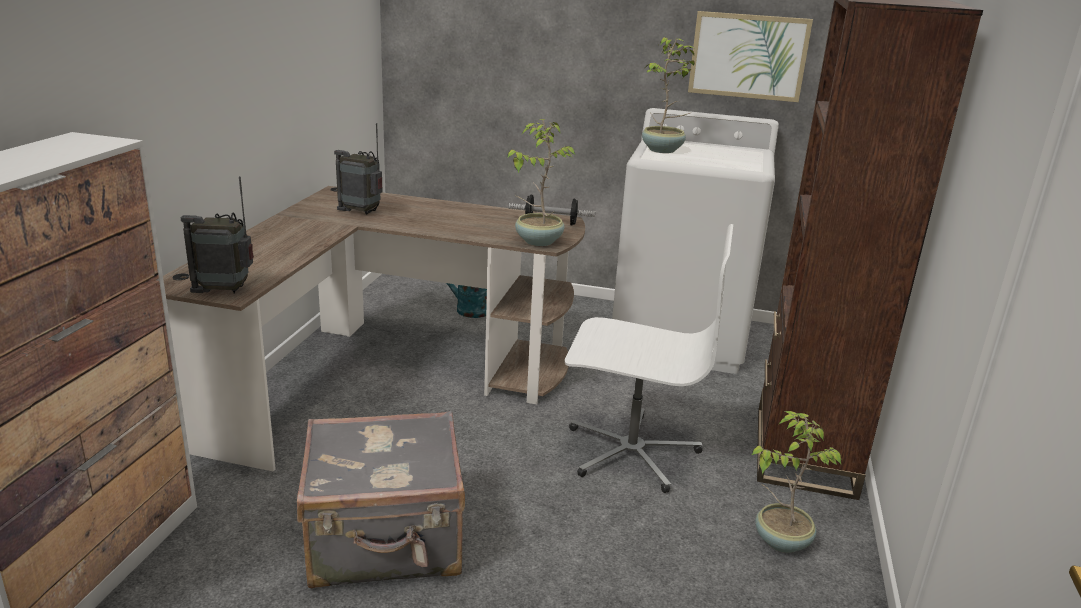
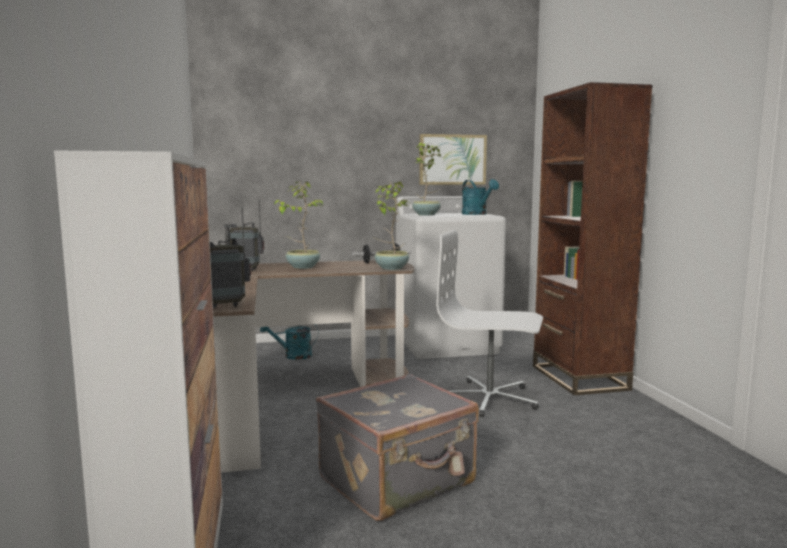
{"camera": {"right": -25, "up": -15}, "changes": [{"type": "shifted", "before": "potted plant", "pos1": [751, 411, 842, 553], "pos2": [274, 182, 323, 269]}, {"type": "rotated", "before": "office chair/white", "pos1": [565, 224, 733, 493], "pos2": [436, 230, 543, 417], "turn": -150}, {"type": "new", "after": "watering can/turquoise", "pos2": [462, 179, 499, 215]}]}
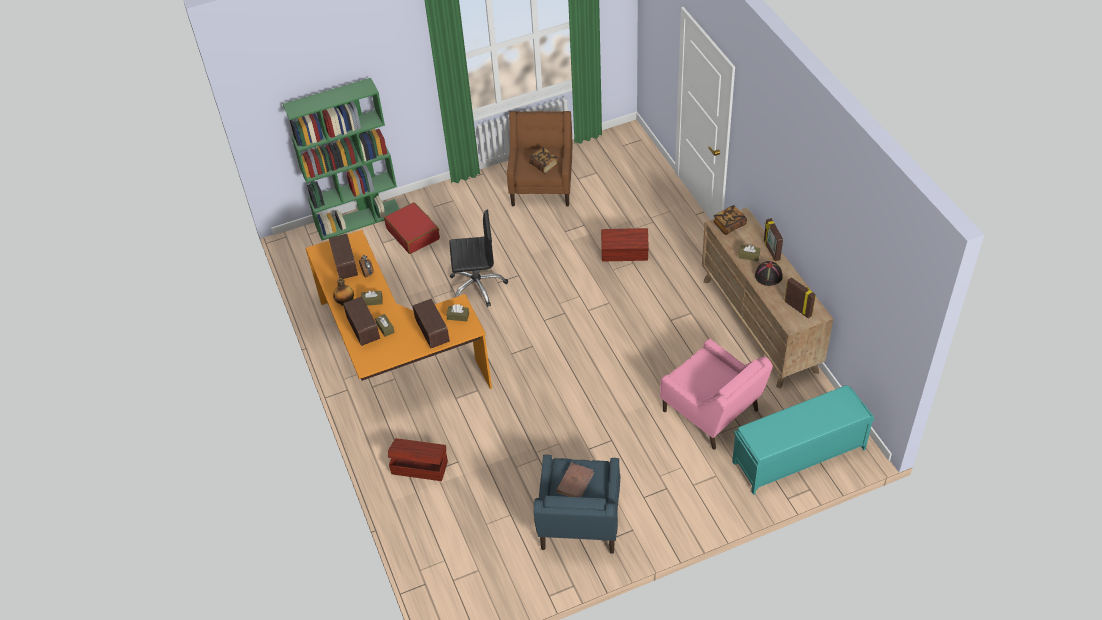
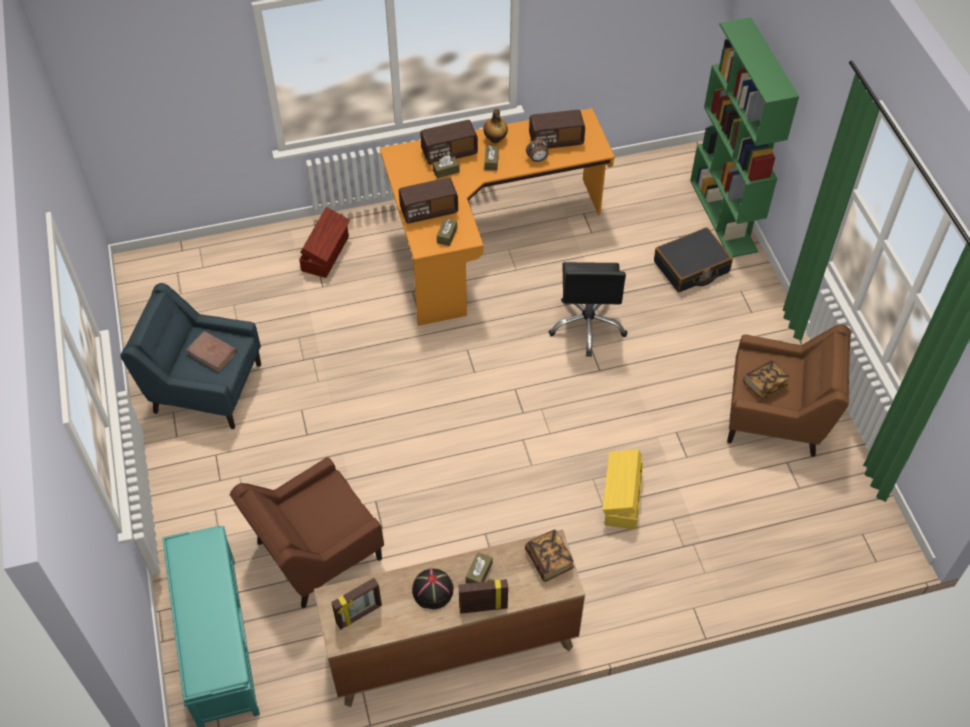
{"camera": {"right": 95, "up": 5}, "changes": [{"type": "repainted", "before": "armchair/pink", "after": "armchair/brown", "pos1": [660, 339, 773, 450], "pos2": [229, 457, 384, 608]}, {"type": "repainted", "before": "storage box/brown", "after": "storage box/yellow", "pos1": [601, 228, 648, 261], "pos2": [602, 449, 644, 530]}, {"type": "repainted", "before": "suitcase/red", "after": "suitcase/black", "pos1": [384, 202, 440, 254], "pos2": [654, 227, 733, 292]}]}
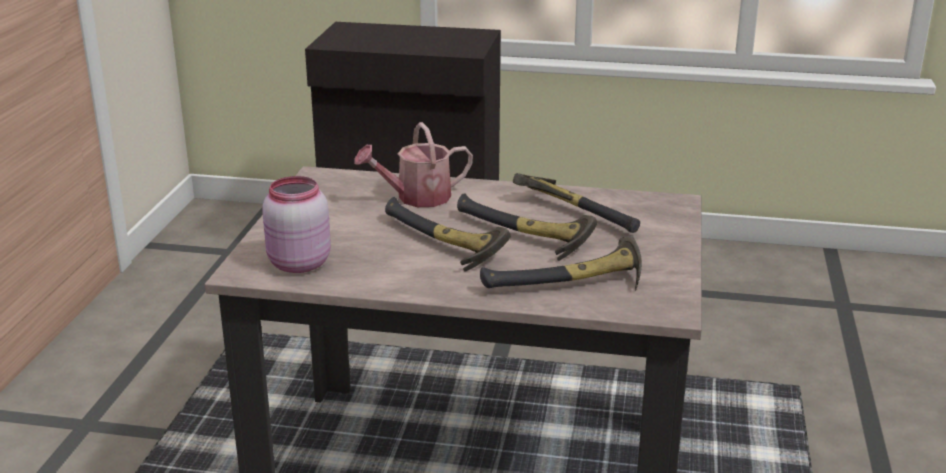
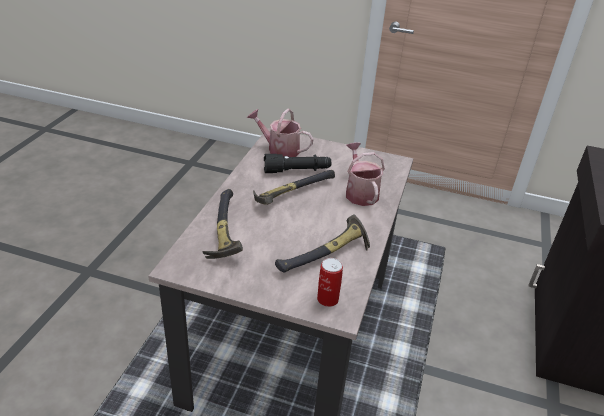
{"camera": {"right": 95, "up": 10}, "changes": [{"type": "swapped", "before": "jar/pink", "after": "watering can", "pos1": [262, 176, 331, 273], "pos2": [247, 108, 314, 157]}, {"type": "new", "after": "flashlight/black", "pos2": [264, 154, 331, 173]}, {"type": "new", "after": "can", "pos2": [317, 258, 343, 307]}, {"type": "gone", "before": "hammer", "pos1": [457, 193, 597, 261]}]}
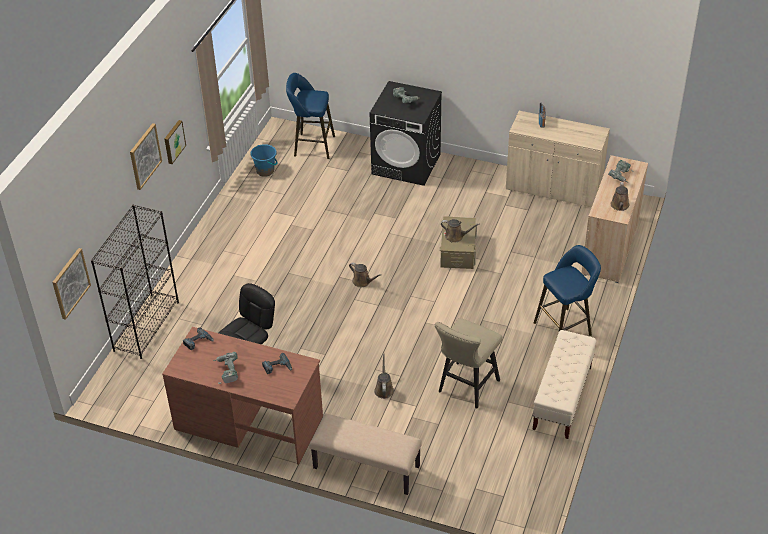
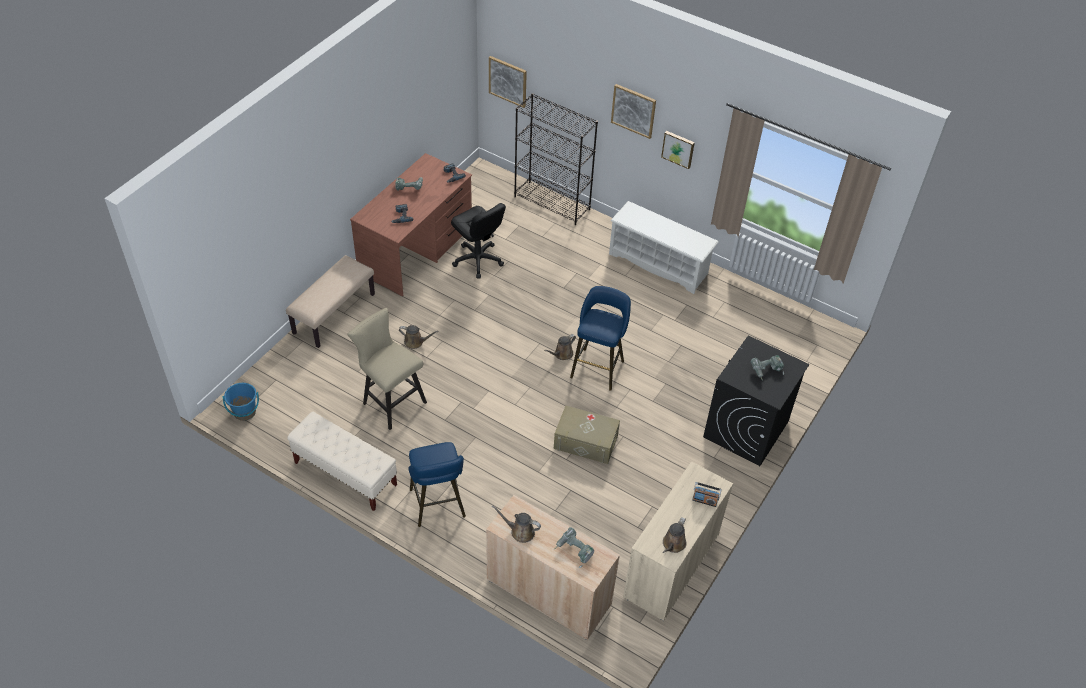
{"camera": {"right": 100, "up": 5}, "changes": [{"type": "shifted", "before": "bucket/blue", "pos1": [250, 144, 277, 177], "pos2": [223, 383, 259, 421]}, {"type": "shifted", "before": "stool/blue", "pos1": [286, 73, 335, 159], "pos2": [570, 286, 631, 391]}, {"type": "new", "after": "shoe rack/white", "pos2": [609, 201, 719, 294]}, {"type": "shifted", "before": "watering can/brown", "pos1": [441, 219, 480, 243], "pos2": [663, 517, 686, 553]}]}
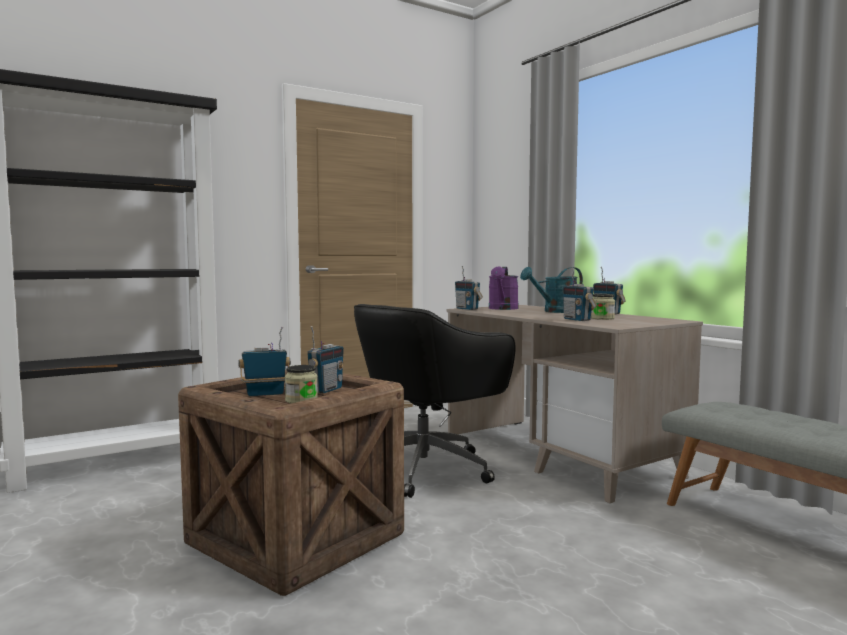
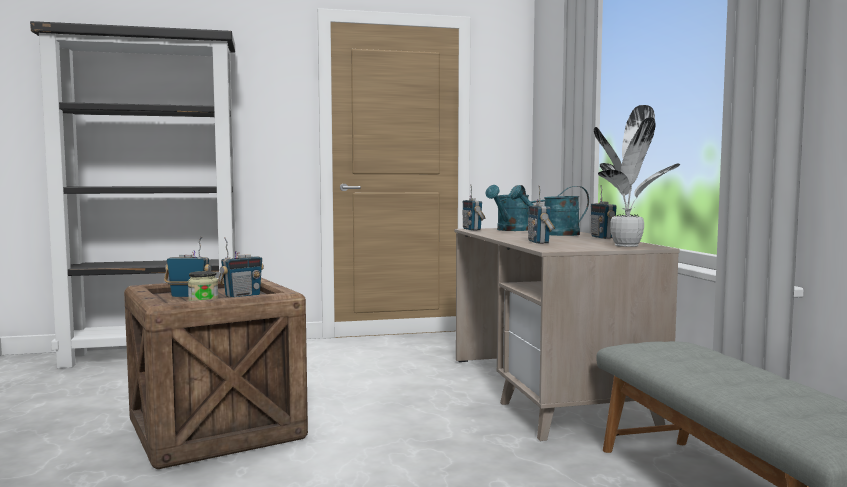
{"camera": {"right": 20, "up": 0}, "changes": [{"type": "repainted", "before": "watering can/purple", "after": "watering can/turquoise", "pos1": [489, 266, 519, 310], "pos2": [486, 185, 529, 231]}, {"type": "new", "after": "potted plant", "pos2": [594, 105, 680, 247]}, {"type": "gone", "before": "office chair/black", "pos1": [354, 304, 516, 498]}, {"type": "gone", "before": "jar", "pos1": [591, 294, 615, 320]}]}
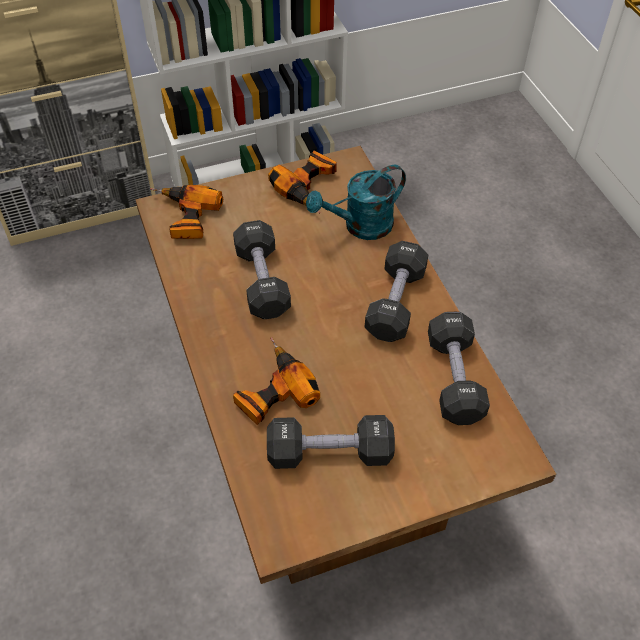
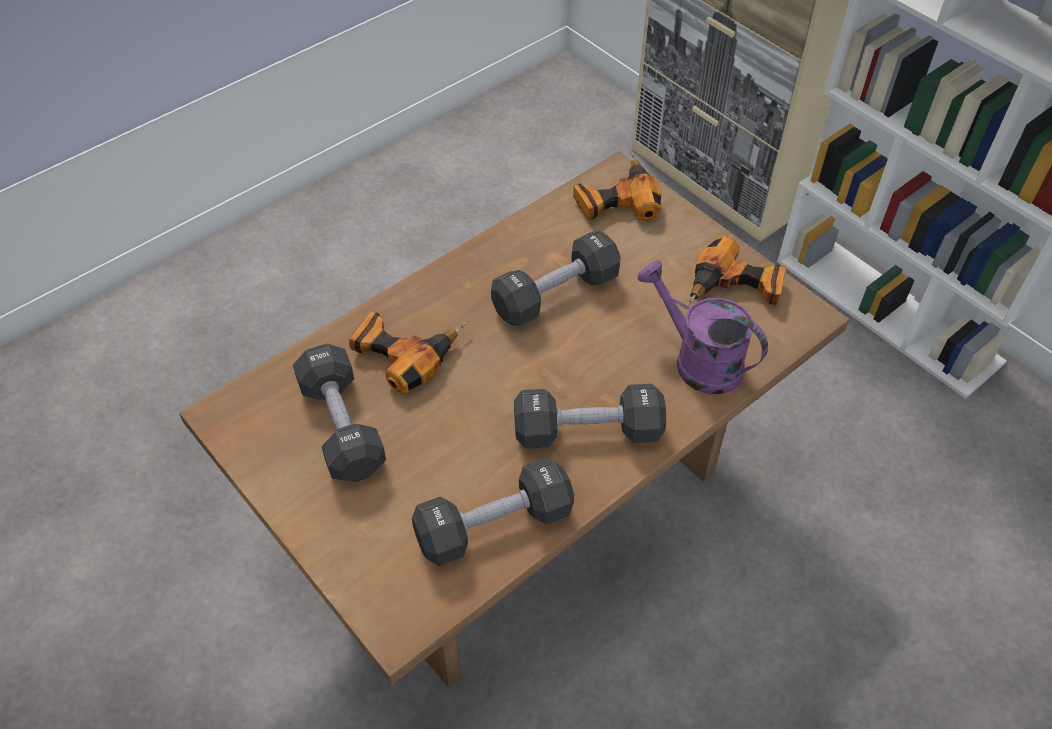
{"camera": {"right": 70, "up": 0}, "changes": [{"type": "repainted", "before": "watering can/turquoise", "after": "watering can/purple", "pos1": [306, 165, 406, 240], "pos2": [637, 260, 768, 394]}]}
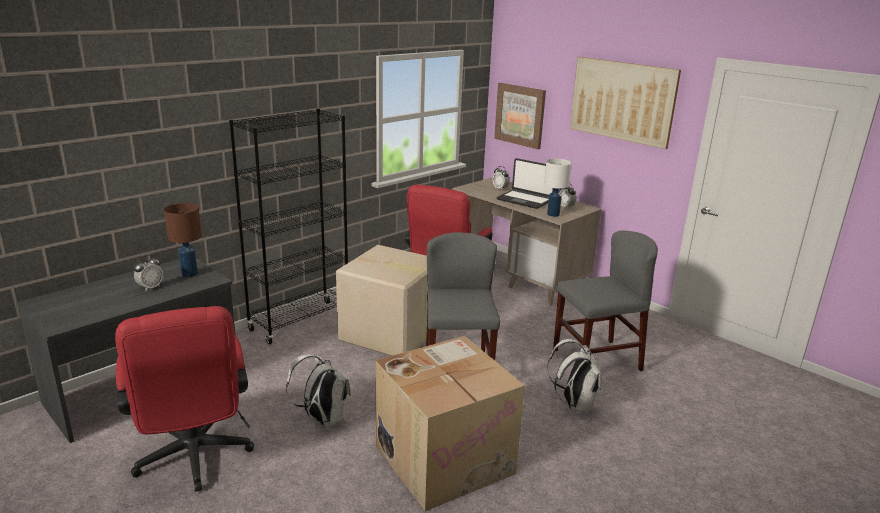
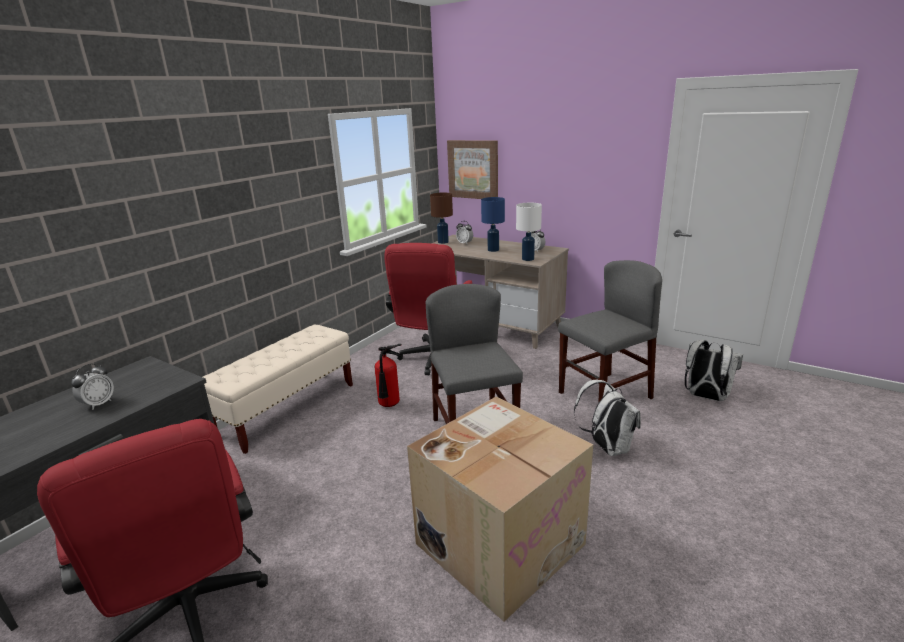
{"camera": {"right": -10, "up": 0}, "changes": [{"type": "swapped", "before": "bookcase/black", "after": "bench/beige", "pos1": [229, 108, 348, 344], "pos2": [203, 325, 353, 454]}, {"type": "swapped", "before": "cardboard box", "after": "fire extinguisher", "pos1": [336, 245, 428, 356], "pos2": [375, 344, 403, 407]}, {"type": "shifted", "before": "table lamp/brown", "pos1": [164, 203, 202, 277], "pos2": [430, 193, 453, 244]}, {"type": "swapped", "before": "laptop", "after": "table lamp/blue", "pos1": [497, 158, 554, 209], "pos2": [481, 197, 505, 252]}, {"type": "shifted", "before": "backpack/white", "pos1": [286, 354, 351, 427], "pos2": [685, 340, 743, 401]}, {"type": "gone", "before": "picture", "pos1": [570, 57, 681, 149]}]}
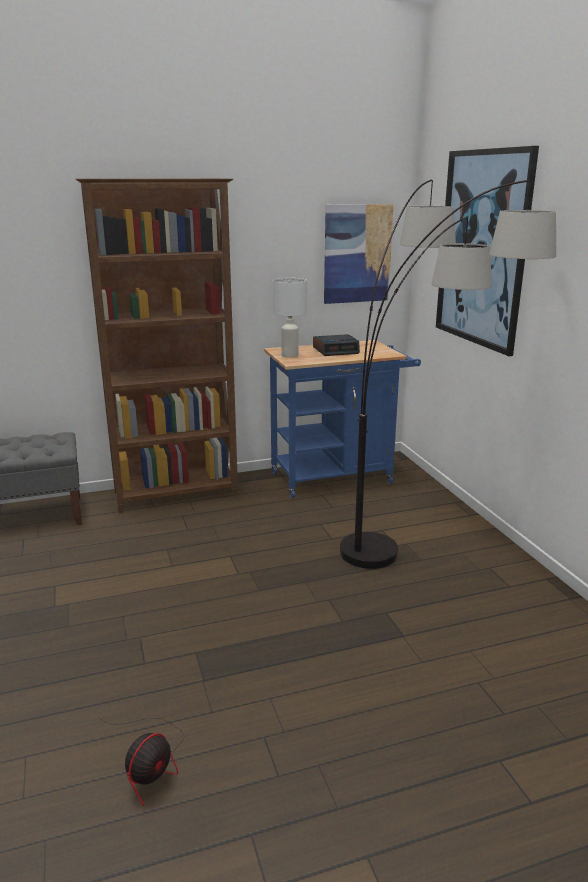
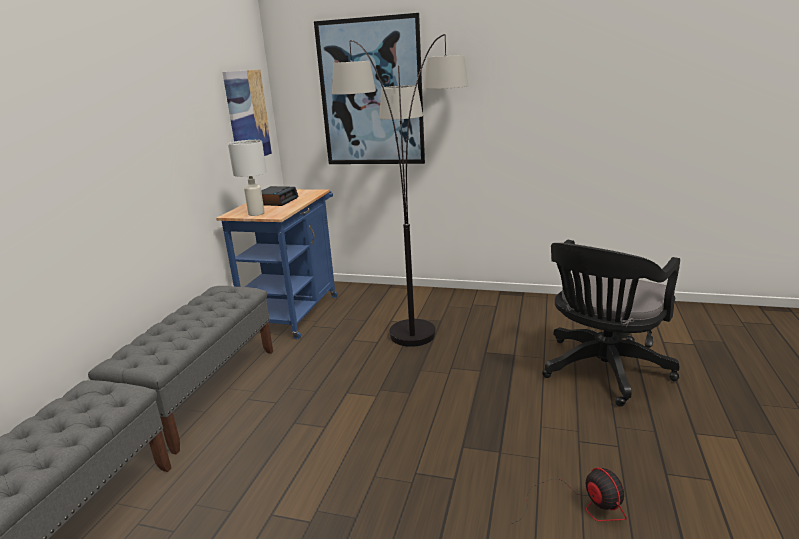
{"camera": {"right": -55, "up": 0}, "changes": [{"type": "swapped", "before": "bookcase/brown", "after": "bench/grey", "pos1": [75, 178, 238, 513], "pos2": [88, 286, 273, 454]}, {"type": "new", "after": "office chair/black", "pos2": [542, 240, 680, 407]}]}
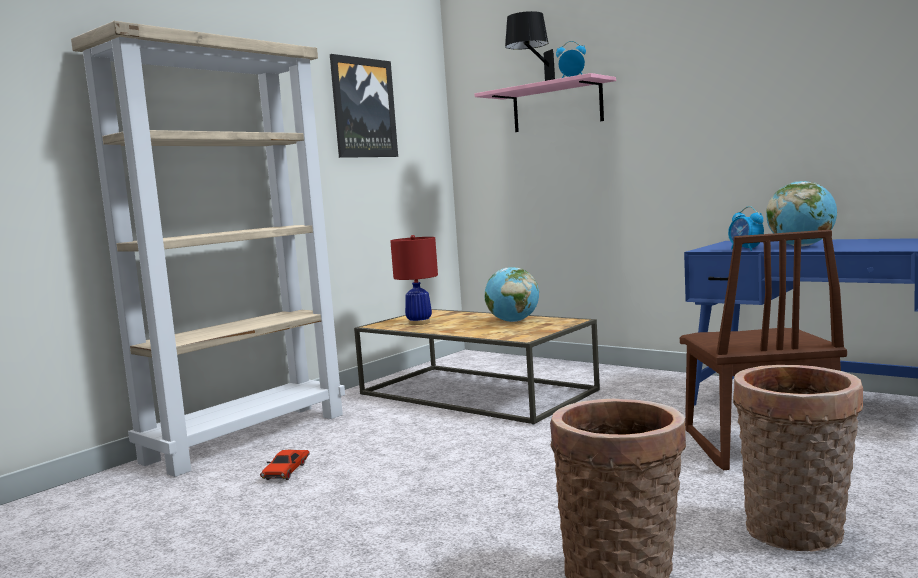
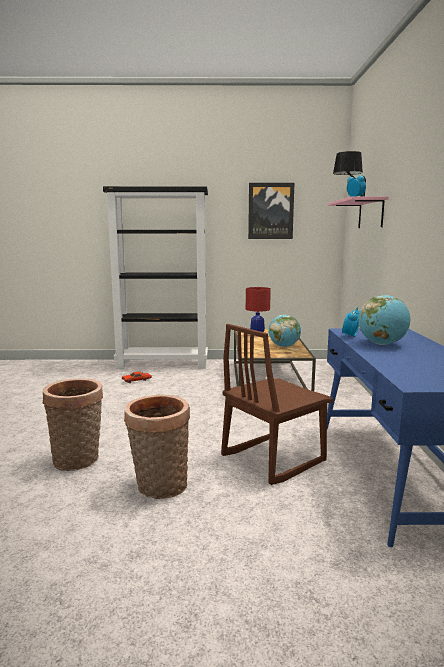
{"camera": {"right": 50, "up": 5}, "changes": [{"type": "repainted", "before": "bookcase/beige", "after": "bookcase/black", "pos1": [71, 21, 345, 477], "pos2": [103, 186, 208, 369]}]}
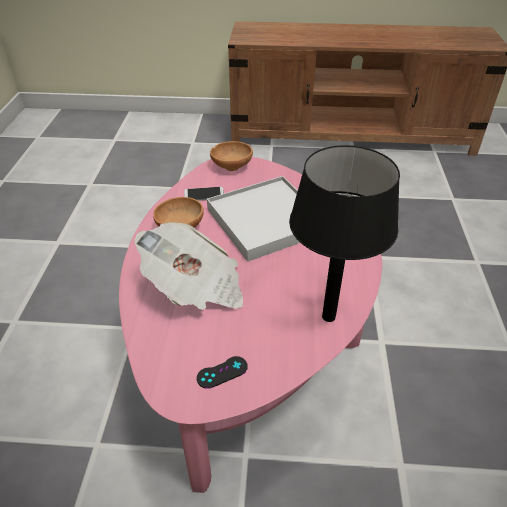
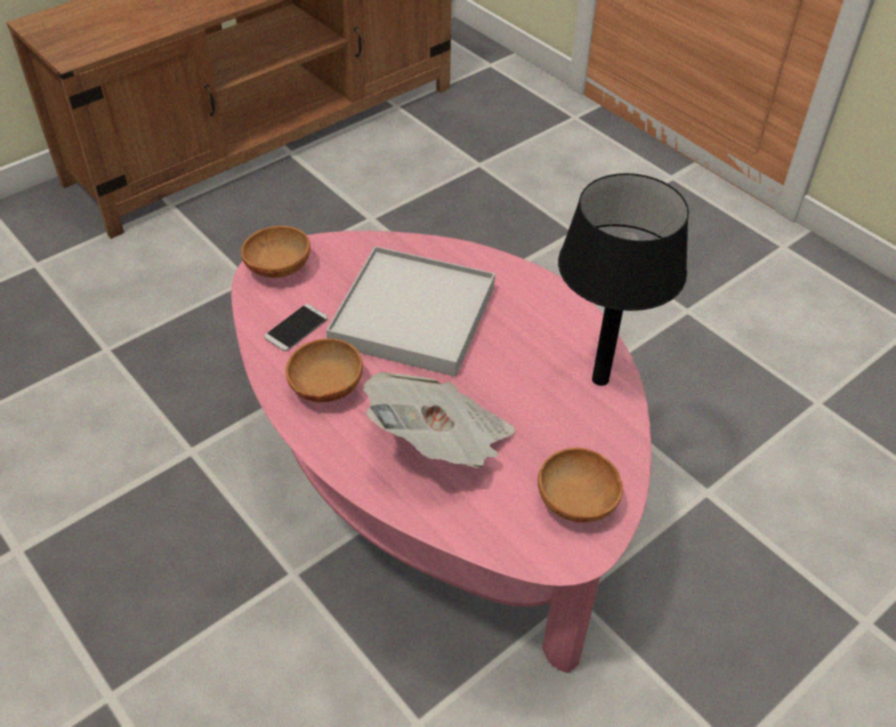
{"camera": {"right": -45, "up": 5}, "changes": [{"type": "swapped", "before": "game controller/black", "after": "bowl/brown", "pos1": [197, 356, 248, 389], "pos2": [538, 448, 623, 522]}]}
